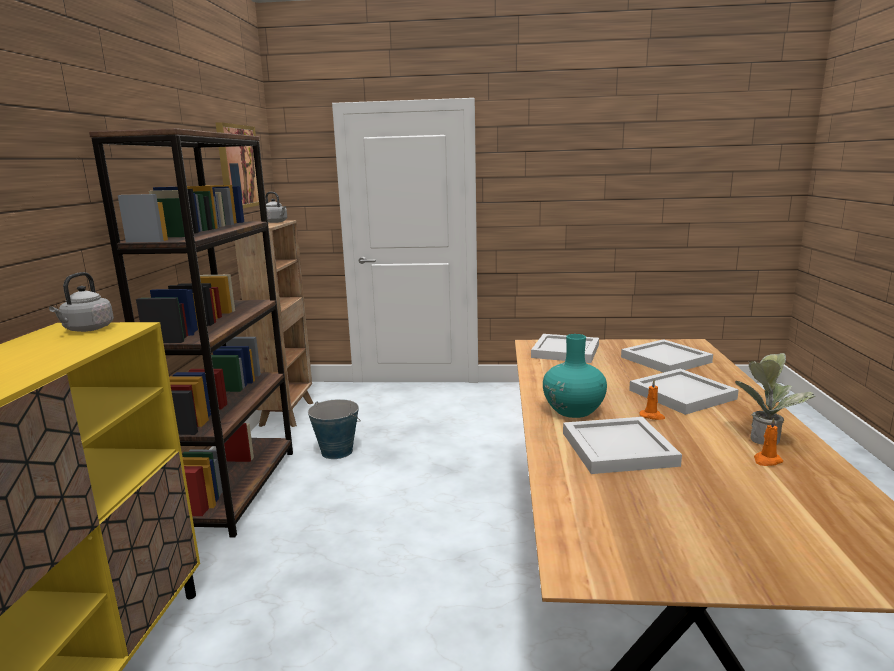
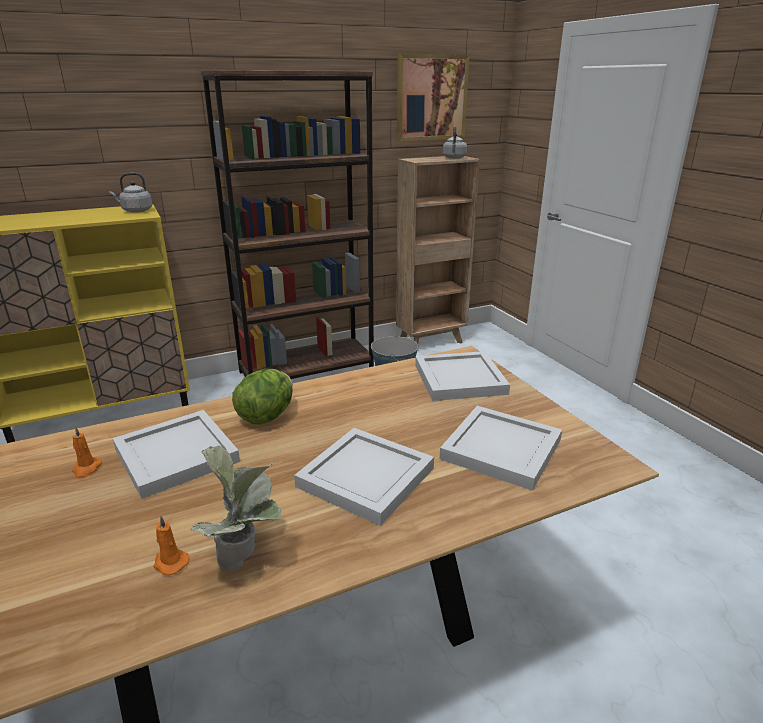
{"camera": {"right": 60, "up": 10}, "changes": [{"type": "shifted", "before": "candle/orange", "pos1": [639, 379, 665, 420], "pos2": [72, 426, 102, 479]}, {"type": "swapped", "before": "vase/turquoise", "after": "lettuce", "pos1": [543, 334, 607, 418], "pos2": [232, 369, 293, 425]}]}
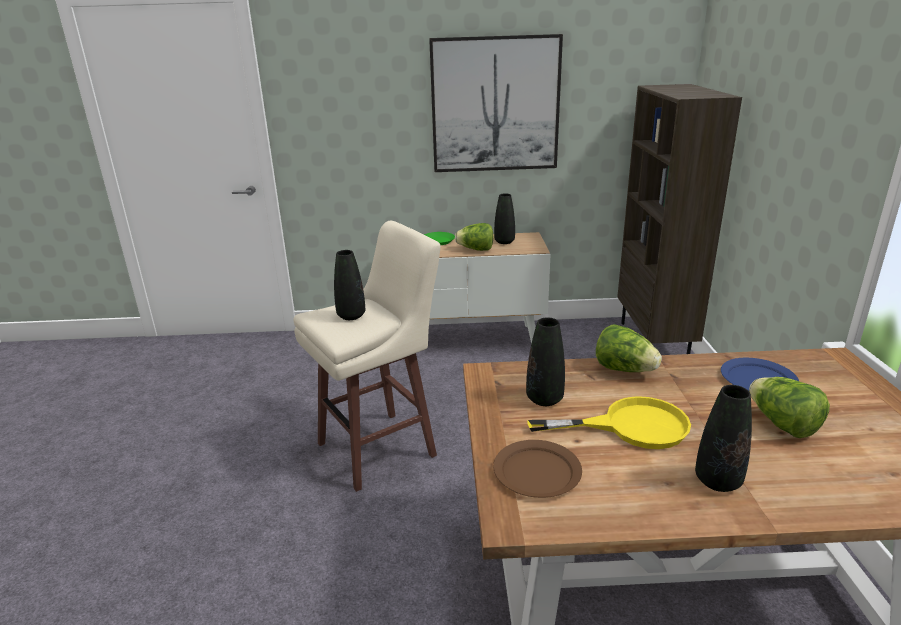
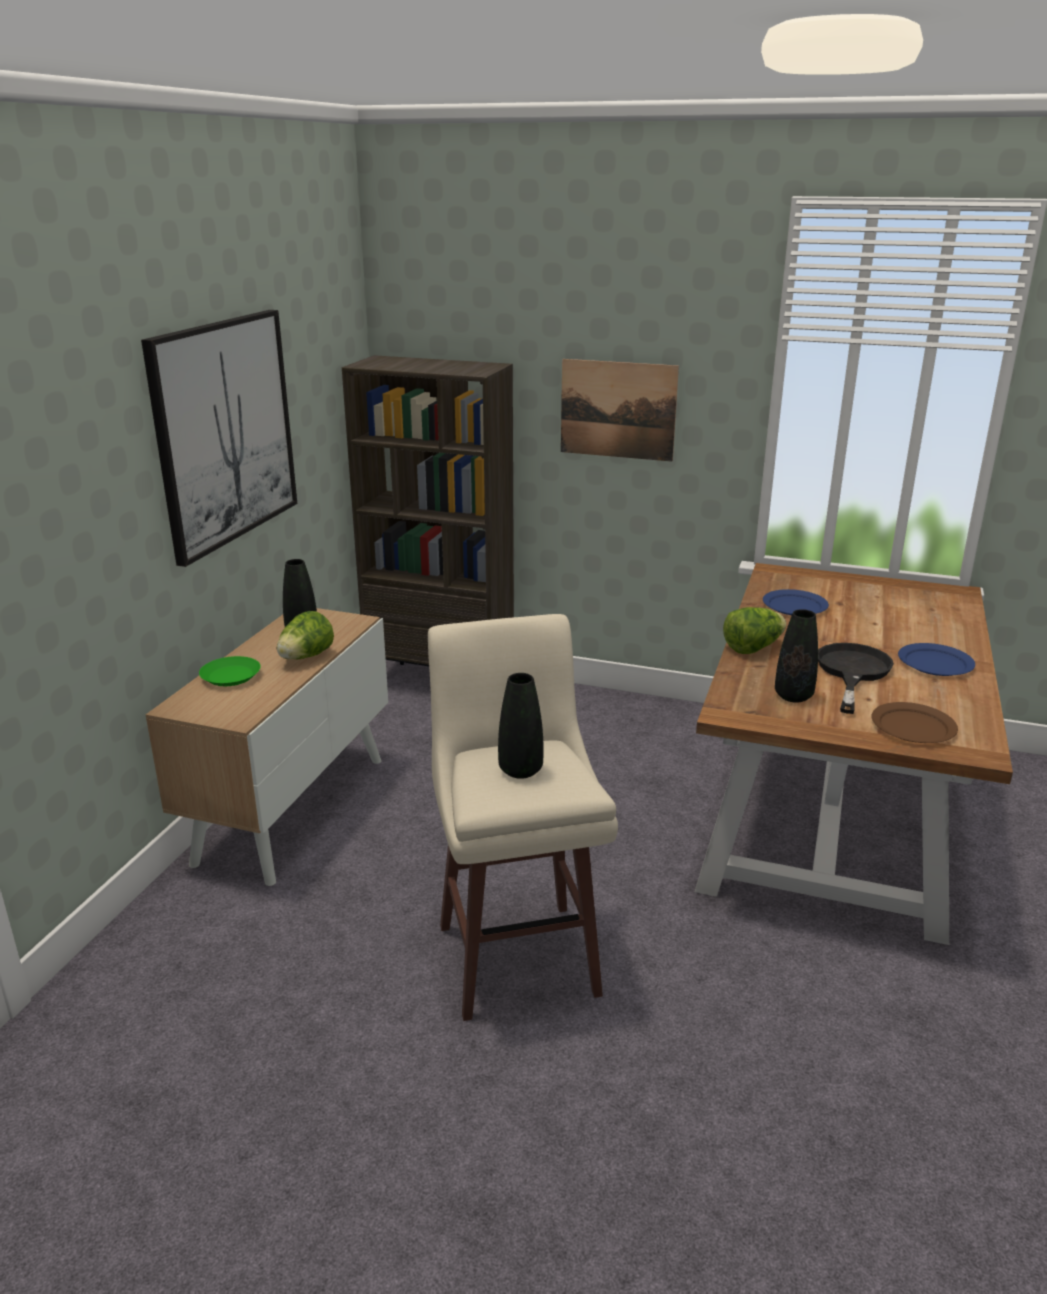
{"camera": {"right": -70, "up": 0}, "changes": [{"type": "new", "after": "picture", "pos2": [561, 359, 679, 462]}, {"type": "repainted", "before": "frying pan/yellow", "after": "frying pan/black", "pos1": [527, 396, 691, 449], "pos2": [818, 643, 894, 714]}, {"type": "swapped", "before": "vase/black", "after": "plate/blue", "pos1": [695, 385, 752, 492], "pos2": [898, 643, 975, 676]}, {"type": "gone", "before": "lettuce", "pos1": [749, 377, 830, 438]}]}
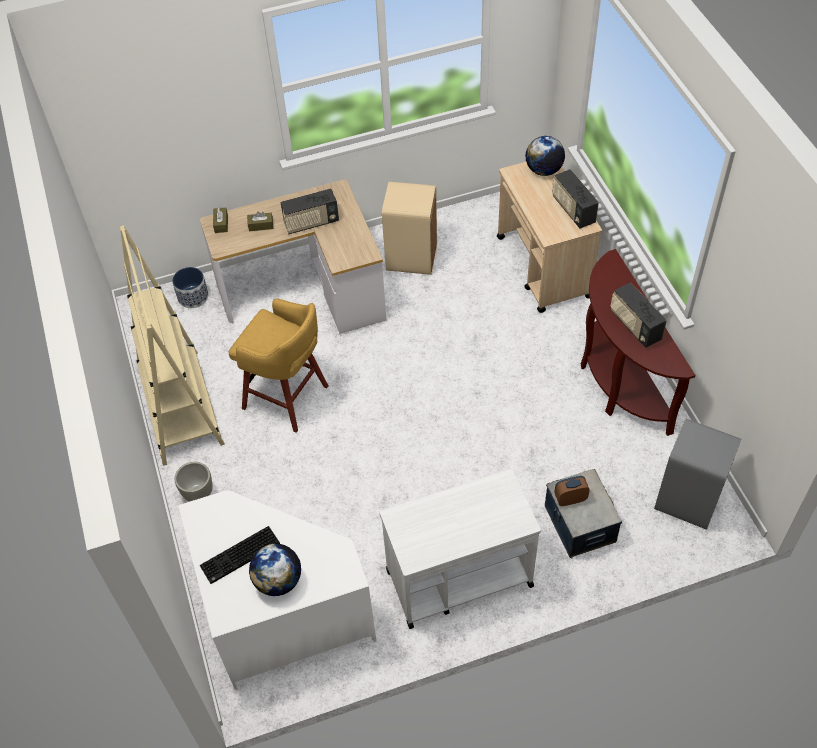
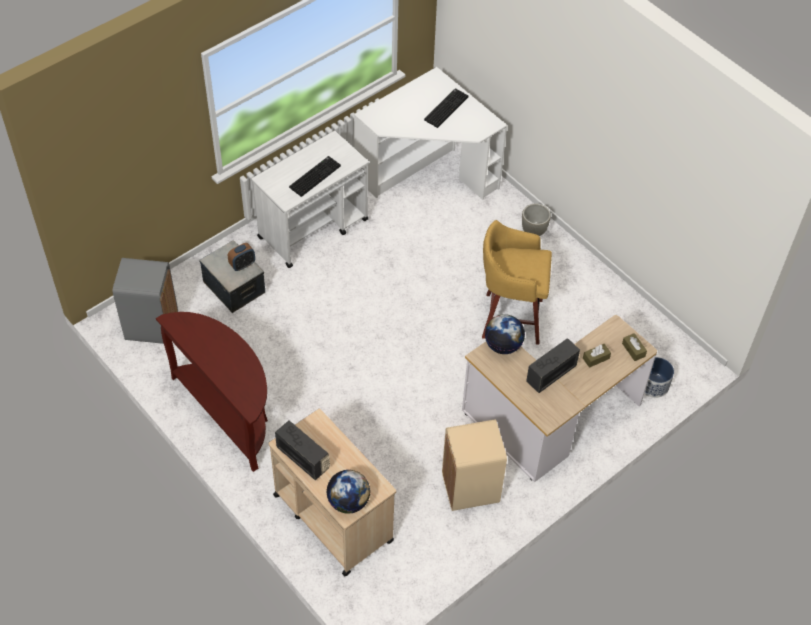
{"camera": {"right": 155, "up": 0}, "changes": [{"type": "new", "after": "keyboard", "pos2": [289, 156, 341, 197]}, {"type": "shifted", "before": "globe", "pos1": [249, 544, 301, 596], "pos2": [485, 314, 525, 354]}, {"type": "gone", "before": "bookcase/beige", "pos1": [120, 225, 225, 466]}, {"type": "gone", "before": "radio", "pos1": [611, 282, 666, 348]}]}
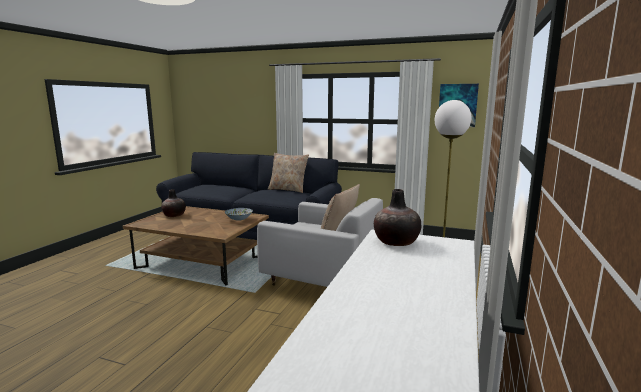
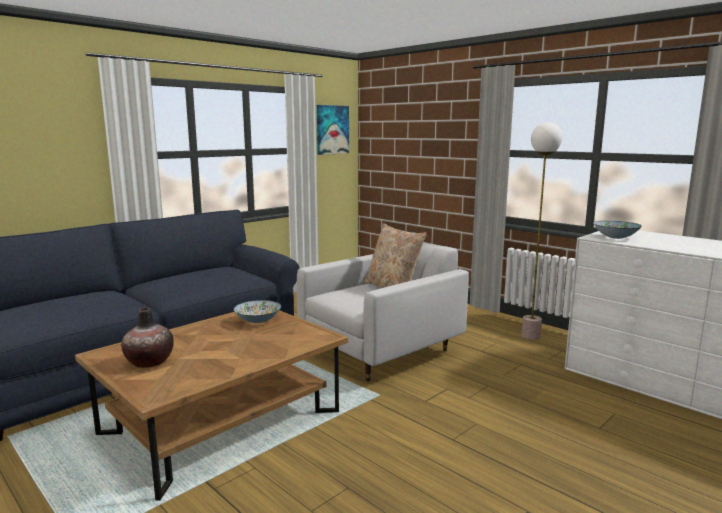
{"camera": {"right": -65, "up": 0}, "changes": [{"type": "swapped", "before": "vase", "after": "bowl", "pos1": [374, 189, 421, 246], "pos2": [593, 221, 642, 239]}, {"type": "gone", "before": "pillow/beige", "pos1": [268, 153, 309, 193]}]}
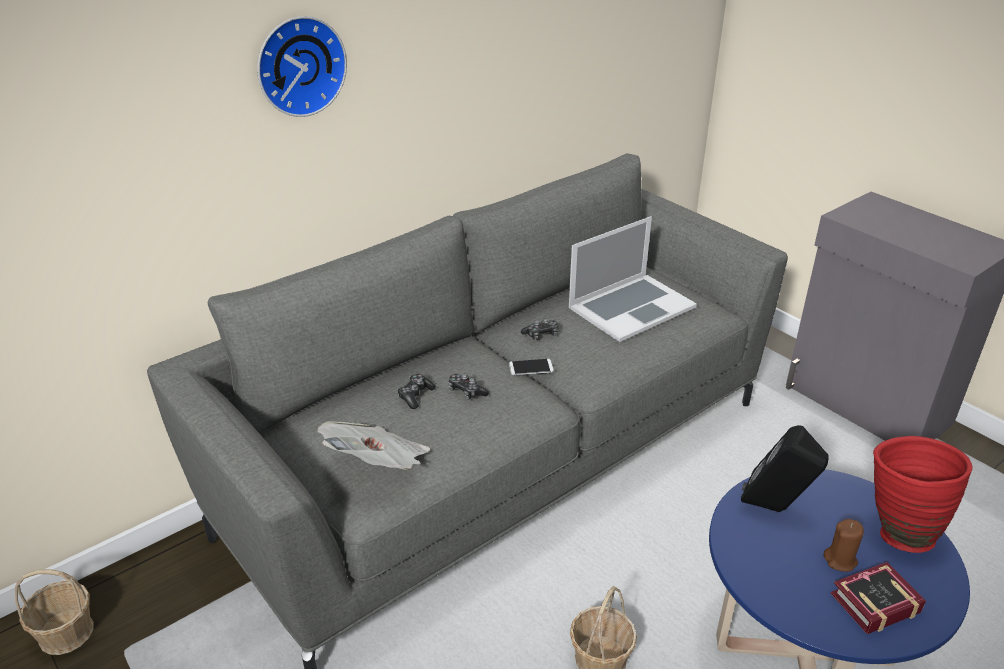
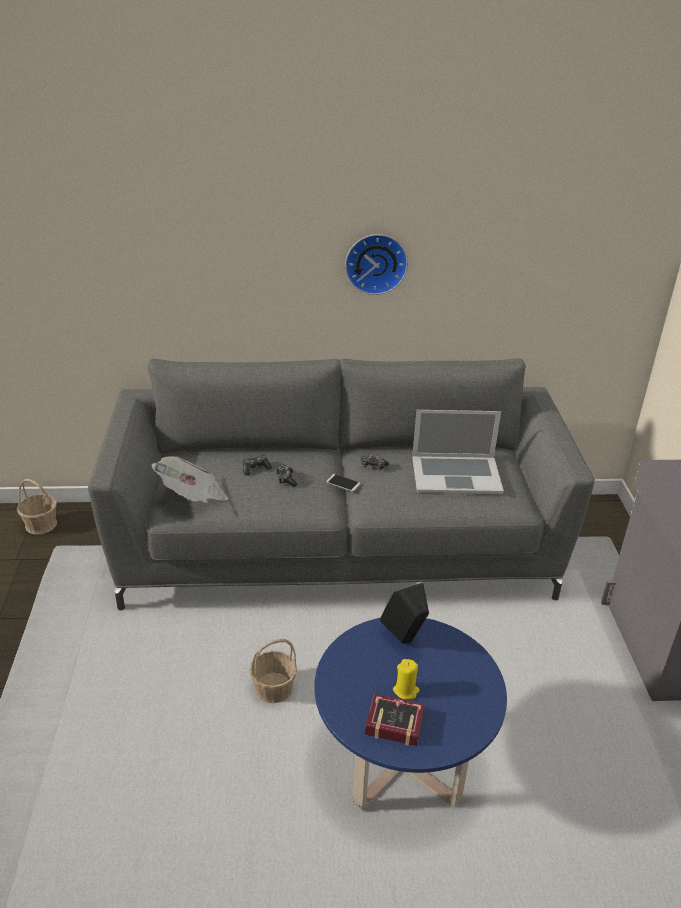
{"camera": {"right": 35, "up": 0}, "changes": [{"type": "shifted", "before": "wall clock", "pos1": [257, 16, 347, 117], "pos2": [345, 234, 408, 295]}, {"type": "repainted", "before": "candle/brown", "after": "candle/yellow", "pos1": [824, 519, 864, 572], "pos2": [393, 659, 419, 699]}, {"type": "gone", "before": "vase/red", "pos1": [873, 436, 973, 553]}]}
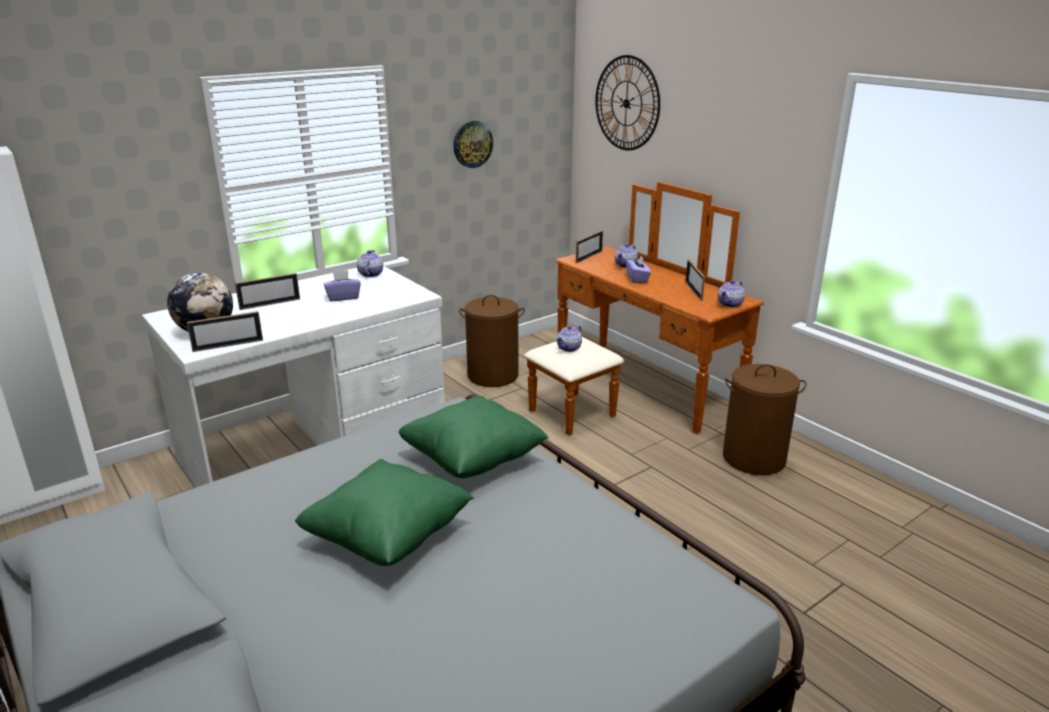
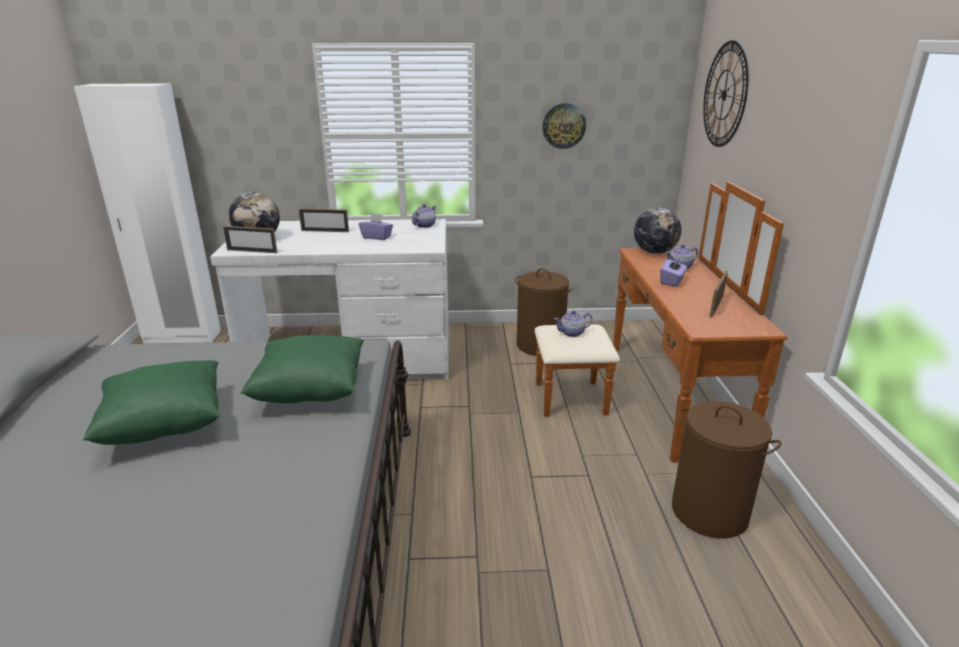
{"camera": {"right": 35, "up": 0}, "changes": [{"type": "swapped", "before": "picture frame", "after": "globe", "pos1": [576, 230, 603, 263], "pos2": [634, 208, 681, 254]}, {"type": "gone", "before": "teapot", "pos1": [718, 280, 745, 308]}]}
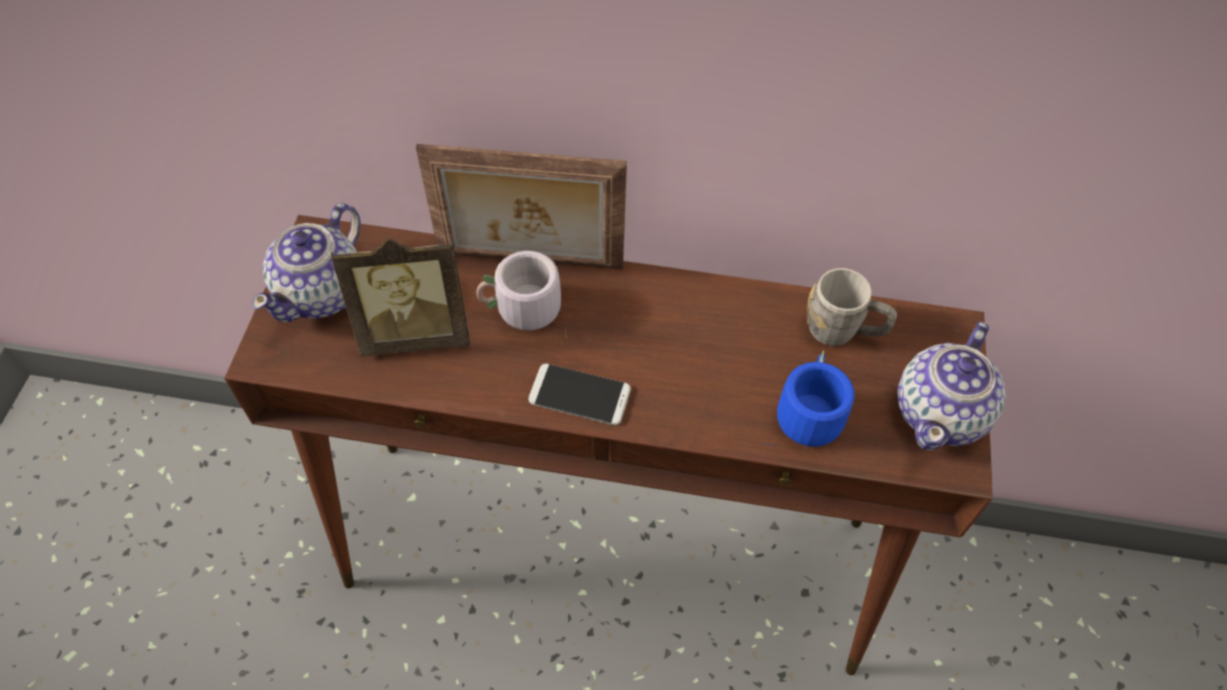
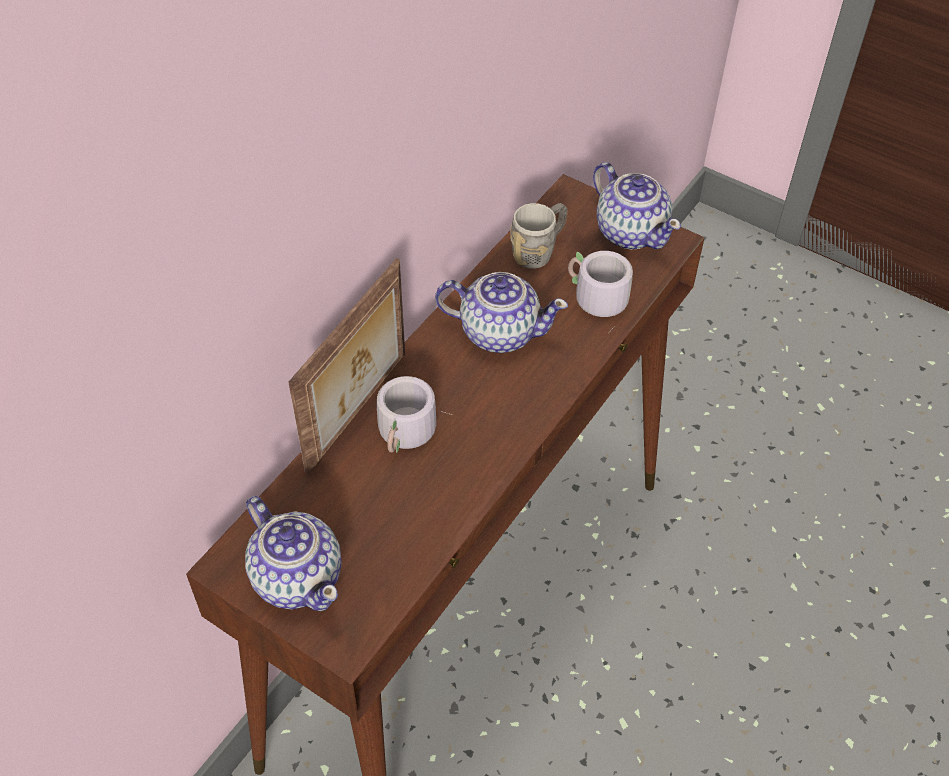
{"camera": {"right": -65, "up": -5}, "changes": [{"type": "new", "after": "teapot", "pos2": [435, 272, 568, 353]}, {"type": "repainted", "before": "mug/blue", "after": "mug/grey", "pos1": [763, 350, 855, 447], "pos2": [568, 251, 633, 334]}, {"type": "gone", "before": "picture frame", "pos1": [331, 238, 470, 356]}, {"type": "gone", "before": "phone", "pos1": [528, 364, 631, 425]}]}
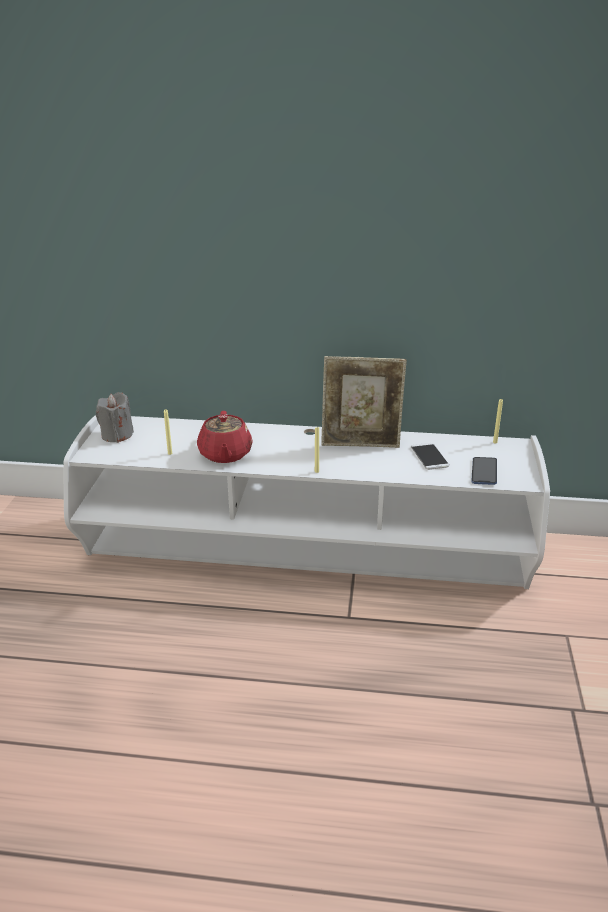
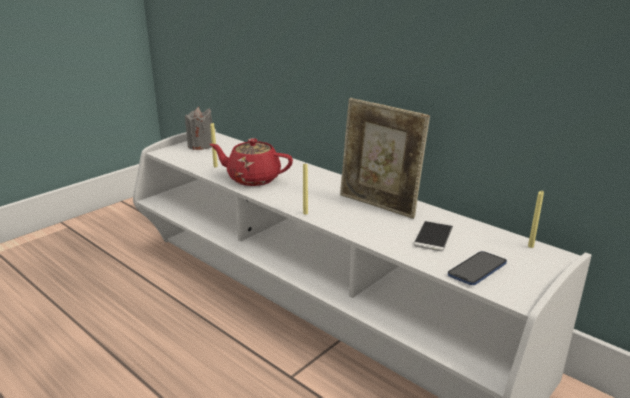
{"camera": {"right": 35, "up": -5}, "changes": [{"type": "rotated", "before": "teapot/red", "pos1": [197, 411, 253, 463], "pos2": [210, 138, 293, 186], "turn": 75}]}
